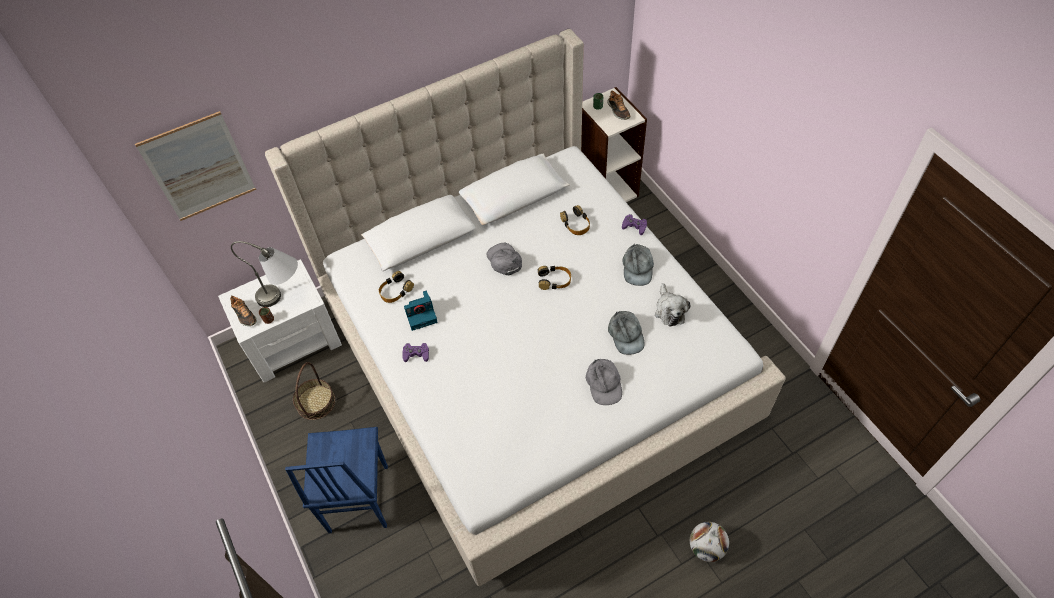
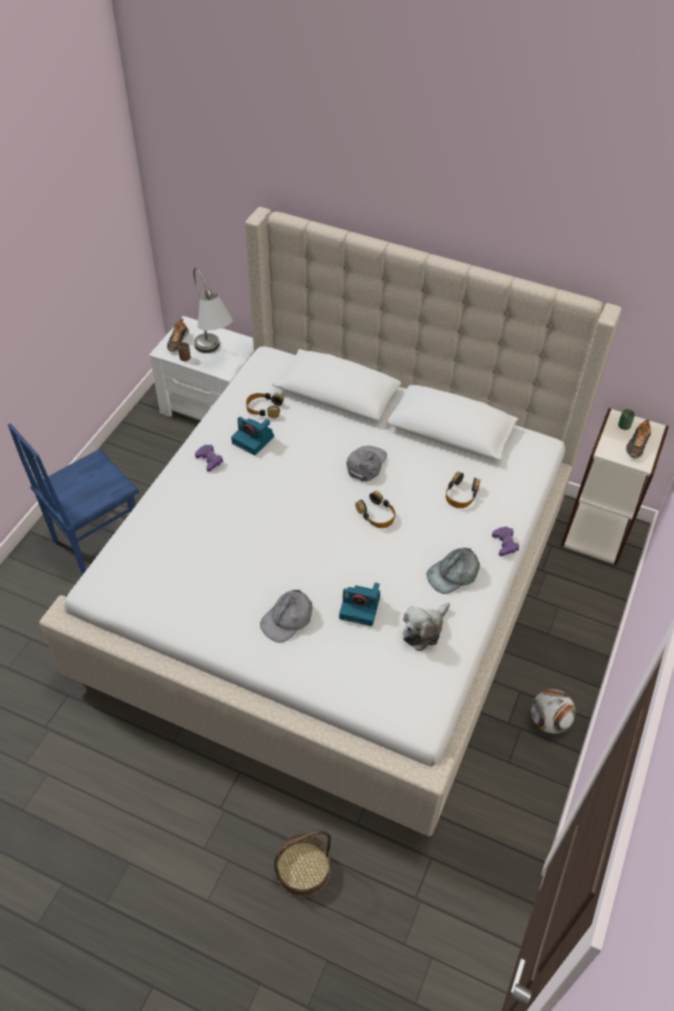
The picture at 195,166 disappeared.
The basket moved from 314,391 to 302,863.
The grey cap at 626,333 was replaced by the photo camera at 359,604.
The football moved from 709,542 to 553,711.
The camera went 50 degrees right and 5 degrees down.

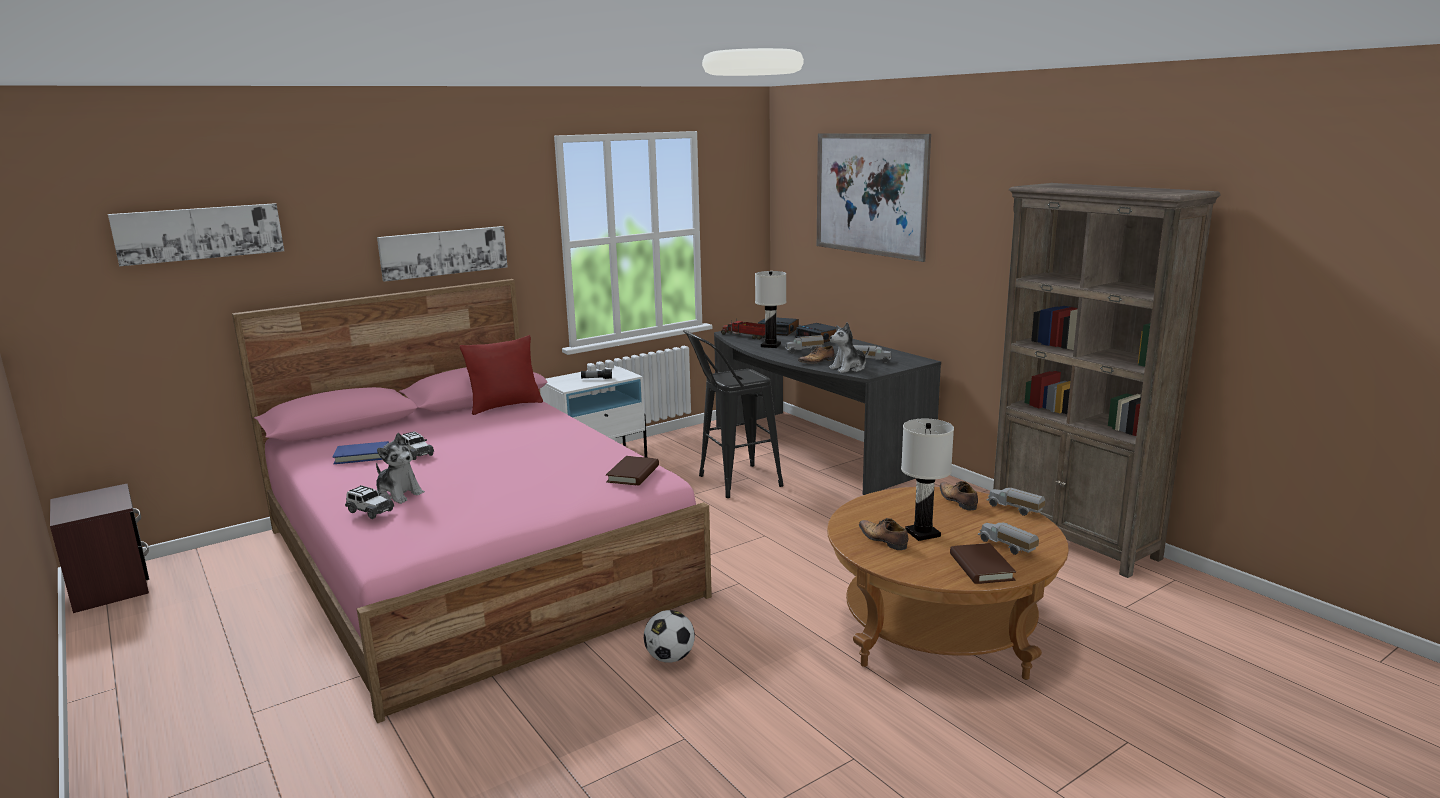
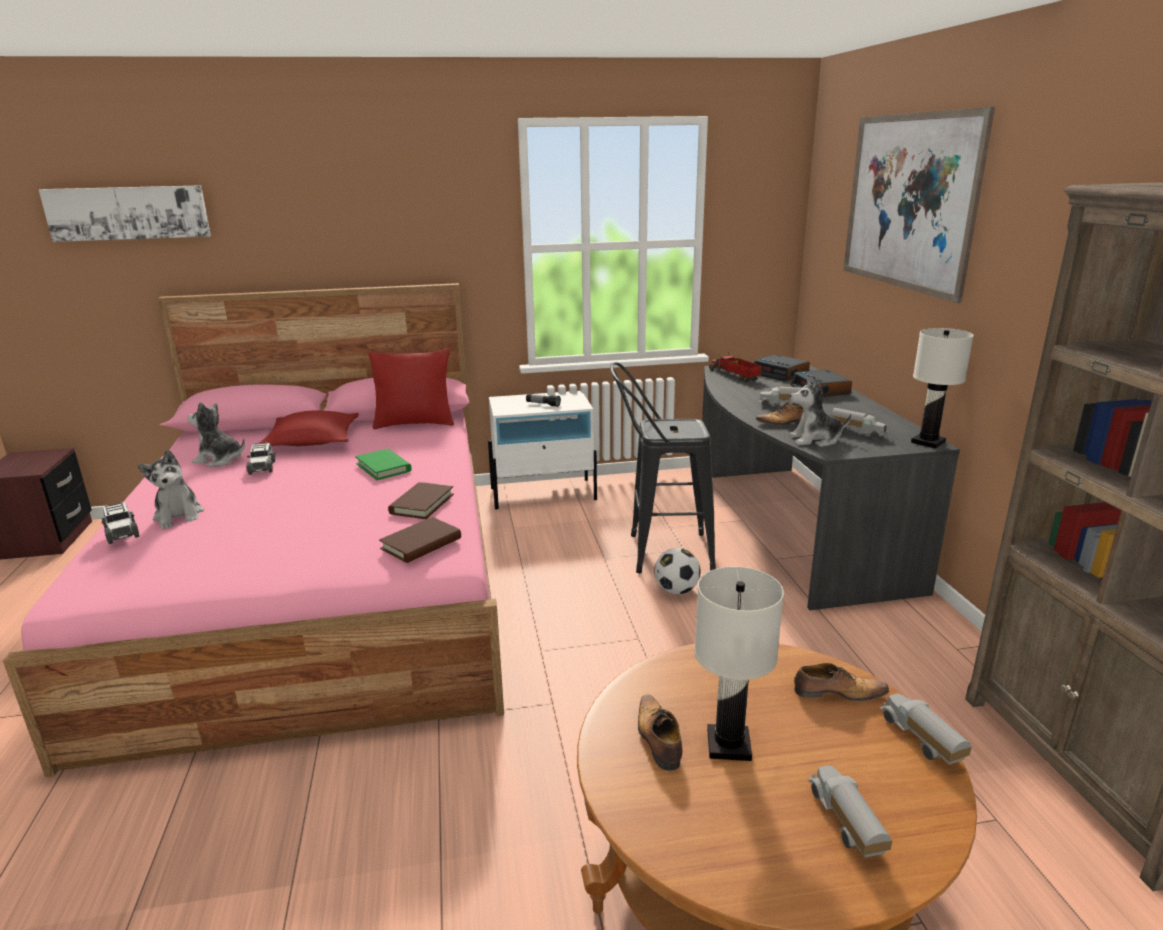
The blue book at 361,452 was replaced by the plush toy at 216,434.
The picture at 442,254 disappeared.
The football moved from 669,636 to 677,571.
The white table lamp moved from 770,309 to 942,388.
The shoe at 959,495 turned 90 degrees clockwise.
The brown book moved from 983,563 to 421,500.
The red pillow at 308,428 appeared.
The green book at 383,464 appeared.
The camera went 25 degrees right and 5 degrees up.

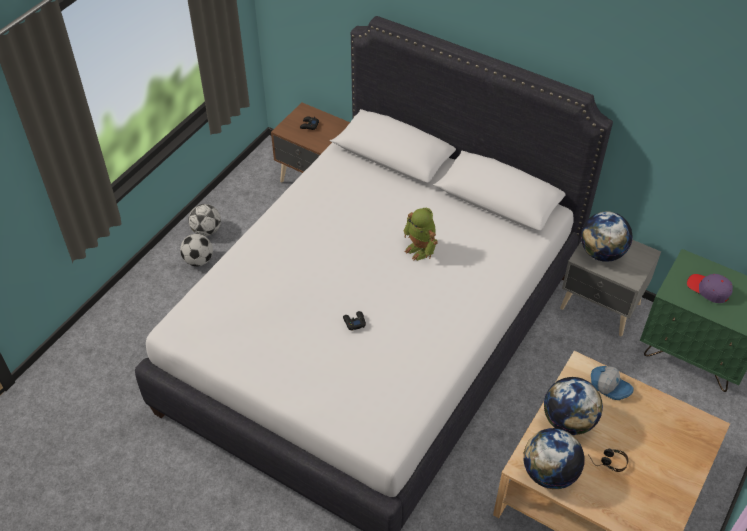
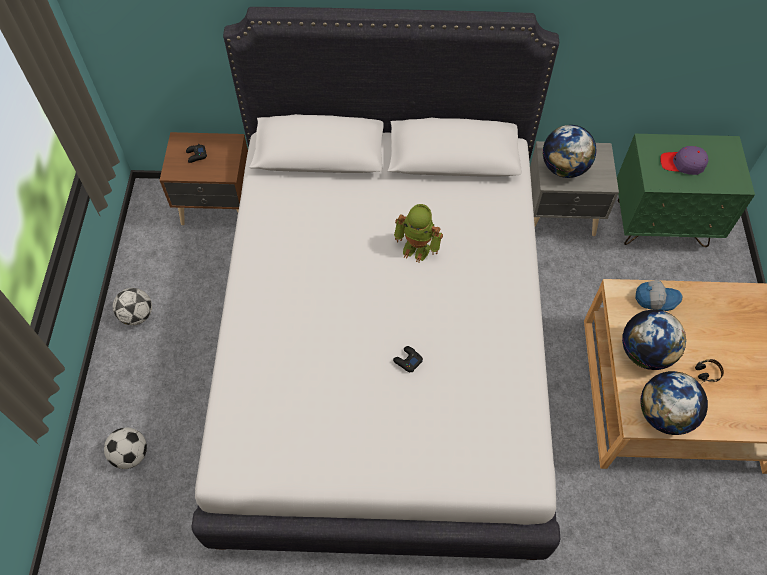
The football moved from 196,250 to 125,448.
The camera went 30 degrees left and 10 degrees up.

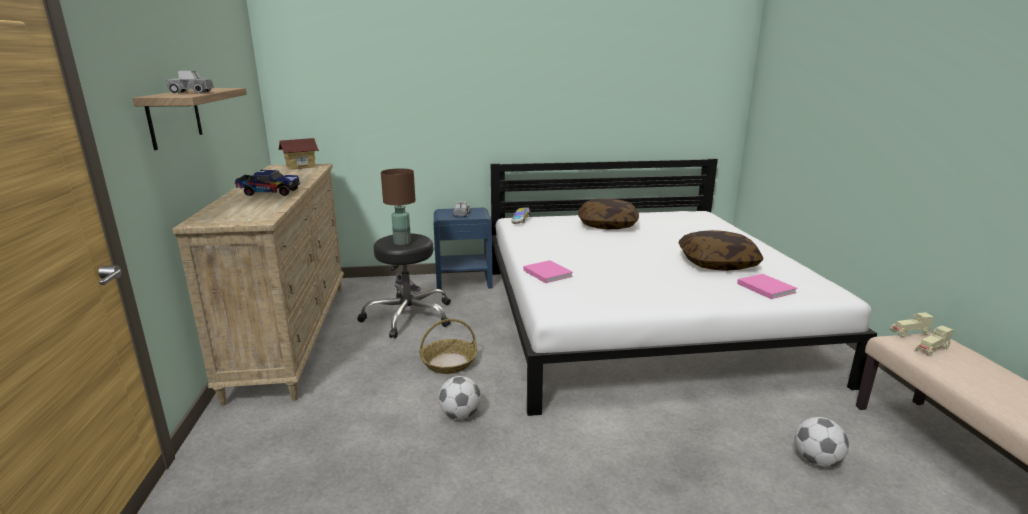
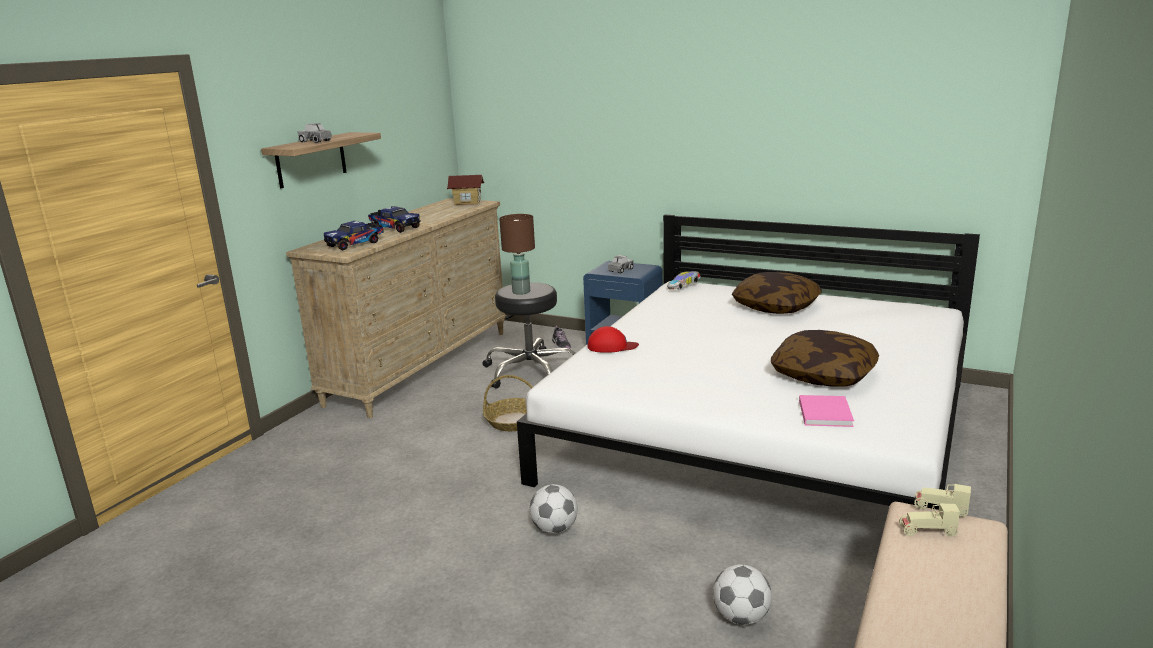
The football moved from 459,398 to 553,509.
The pink book at 548,271 was replaced by the red cap at 613,339.
The toy truck at 354,235 appeared.
The camera went 35 degrees right and 0 degrees up.

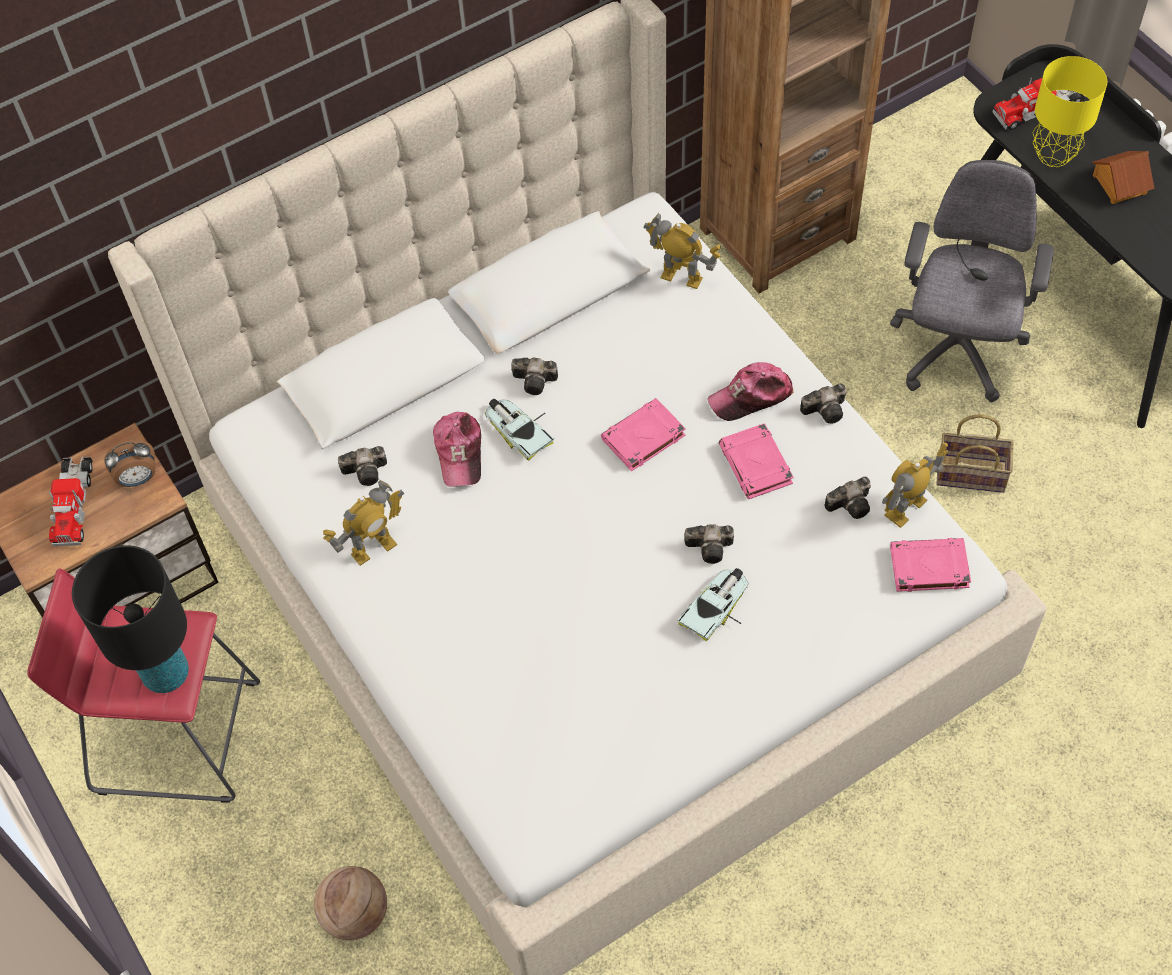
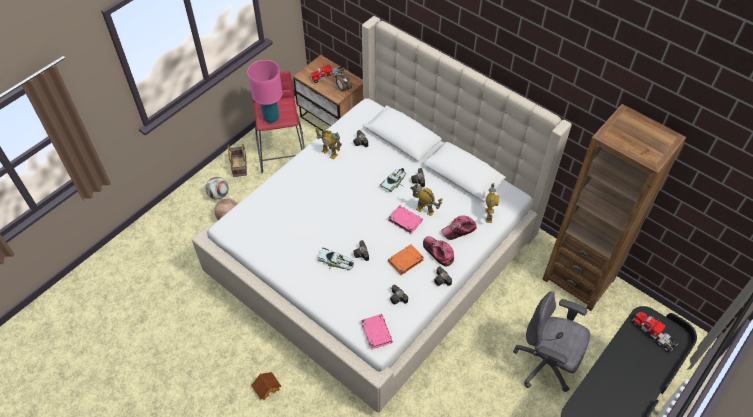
The black table lamp at 130,619 became the pink table lamp at 264,91.
The cap moved from 457,449 to 459,228.
The pink book at 756,461 became the orange book at 406,259.
The toy robot moved from 915,485 to 427,199.
The grey office chair at 972,281 turned 150 degrees counterclockwise.
The basket moved from 975,453 to 237,160.
The yellow table lamp at 1070,111 disappeared.
The toy house moved from 1123,177 to 266,386.
The football at 217,188 appeared.
The camera went 70 degrees right and 5 degrees down.

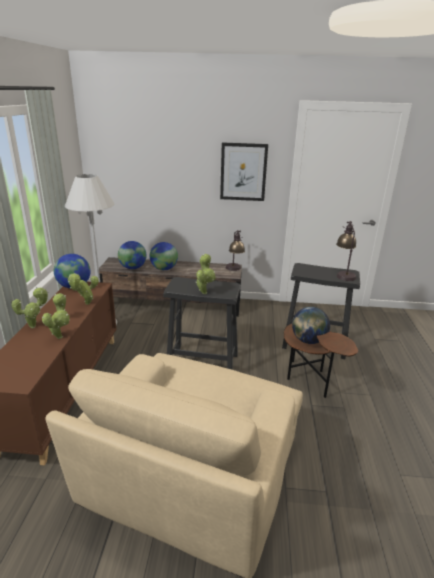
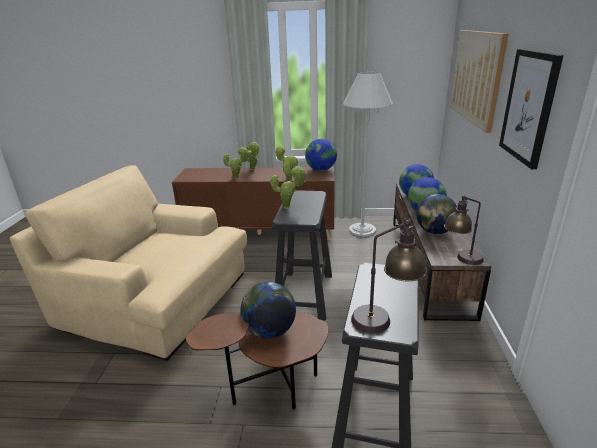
The globe at 436,214 appeared.
The picture at 479,81 appeared.
The camera went 90 degrees right and 0 degrees up.

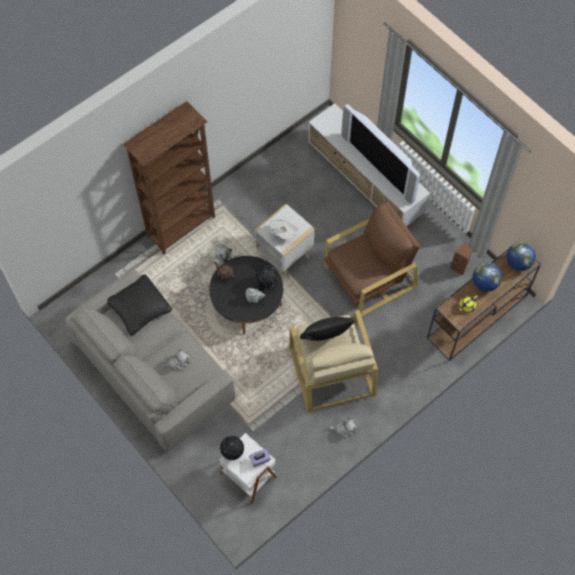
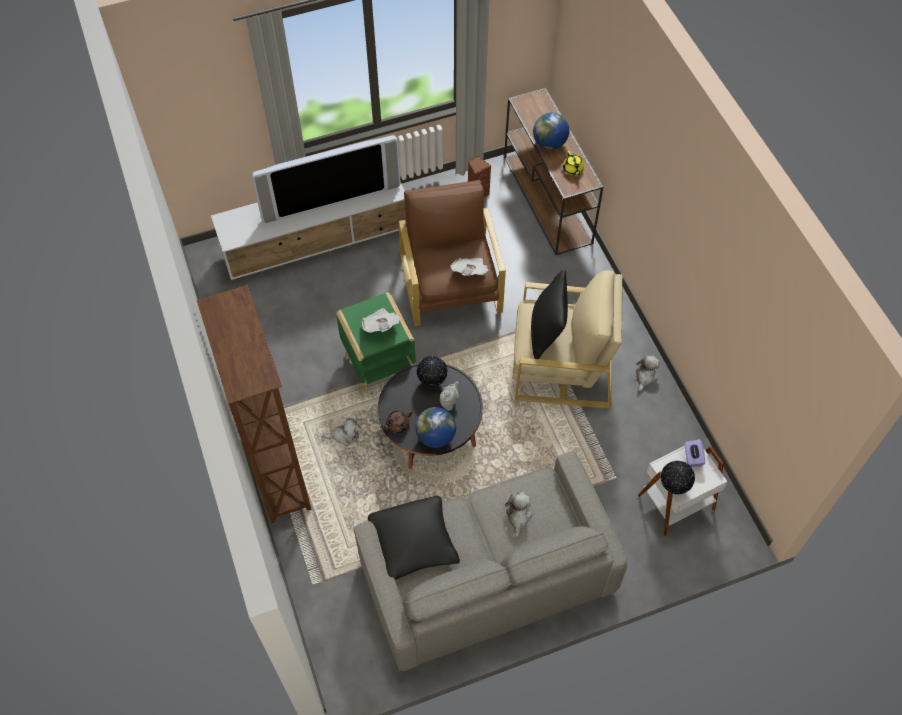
The white side table at 284,240 became the green side table at 376,342.
The globe moved from 521,256 to 436,427.
The newspaper at 469,266 appeared.
The camera went 70 degrees left and 5 degrees down.

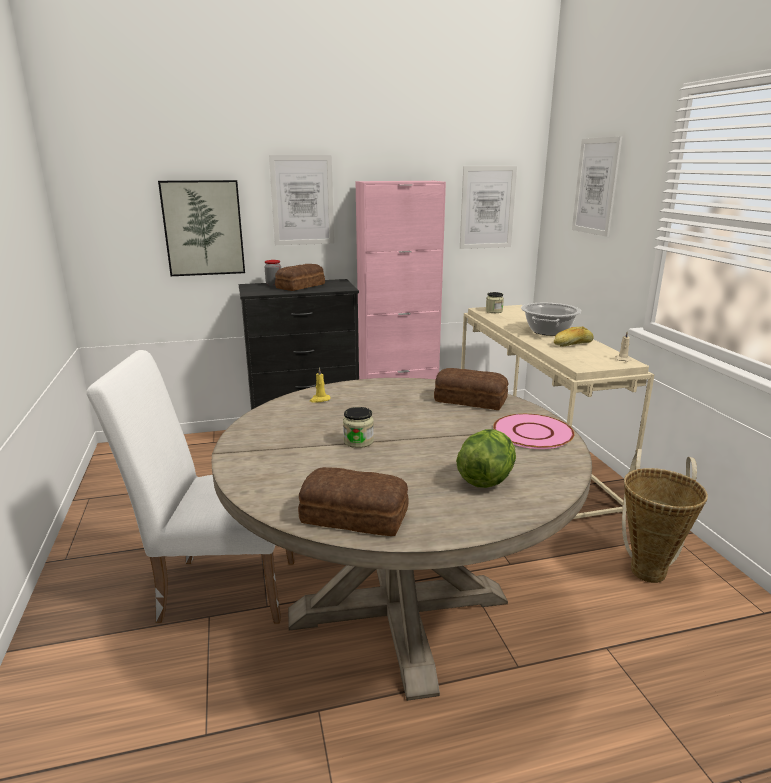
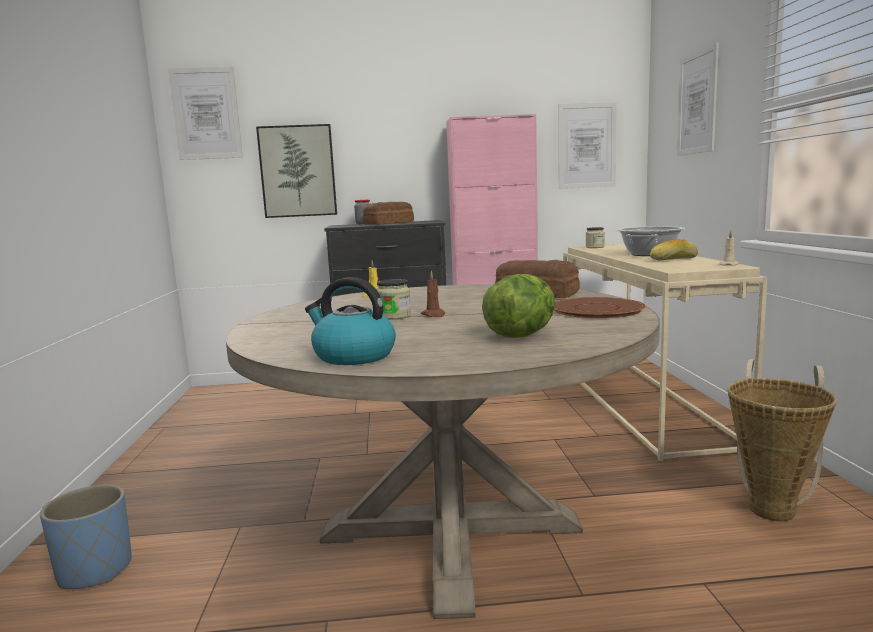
The white chair at 191,486 disappeared.
The picture moved from 301,200 to 205,113.
The bread at 353,501 was replaced by the kettle at 350,321.
The pink plate at 533,431 became the brown plate at 600,307.
The blue planter at 86,537 appeared.
The brown candle at 433,293 appeared.
The camera went 10 degrees right and 10 degrees down.

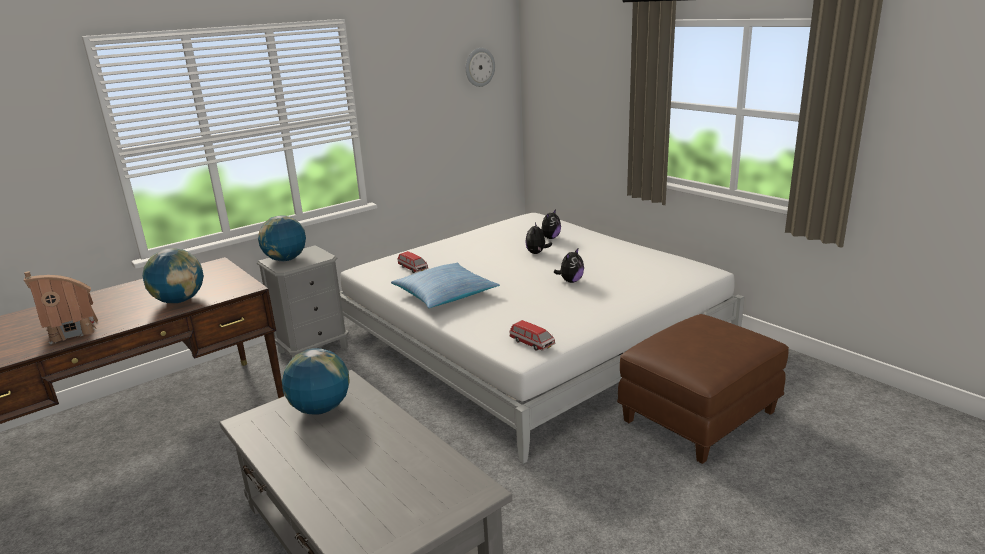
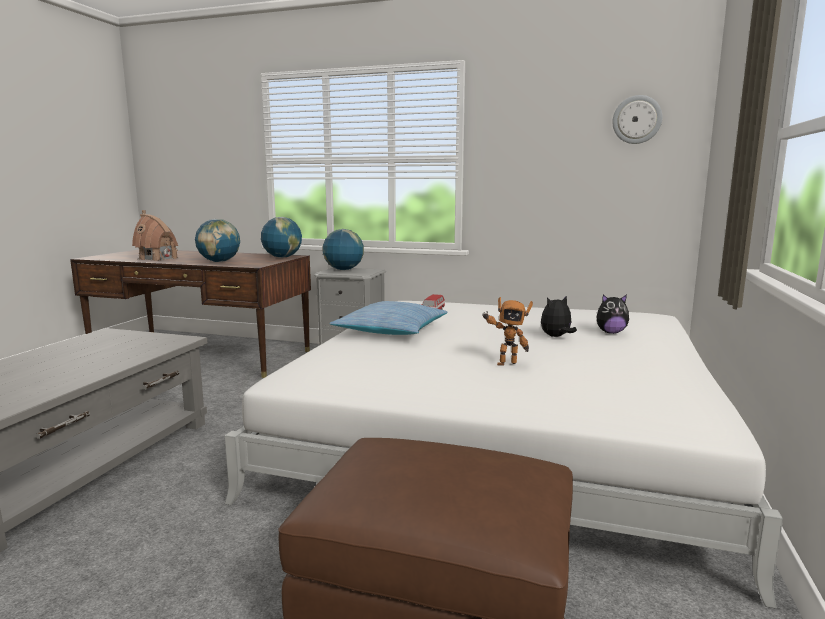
The globe moved from 316,381 to 281,237.
The toy car at 533,335 disappeared.
The plush toy at 569,265 was replaced by the toy robot at 507,331.
The camera went 55 degrees right and 10 degrees down.

